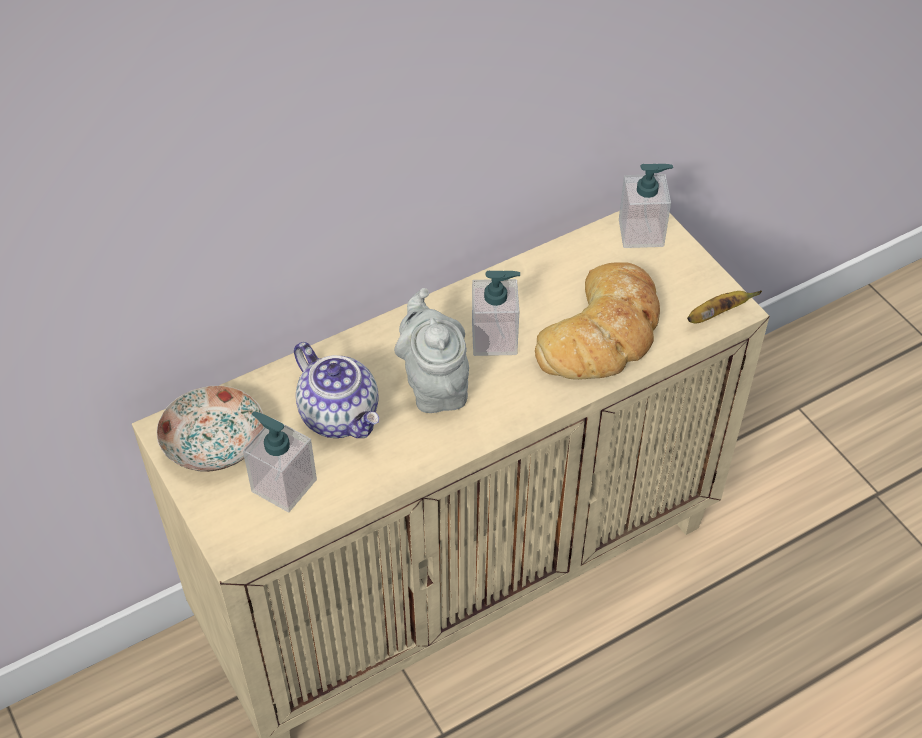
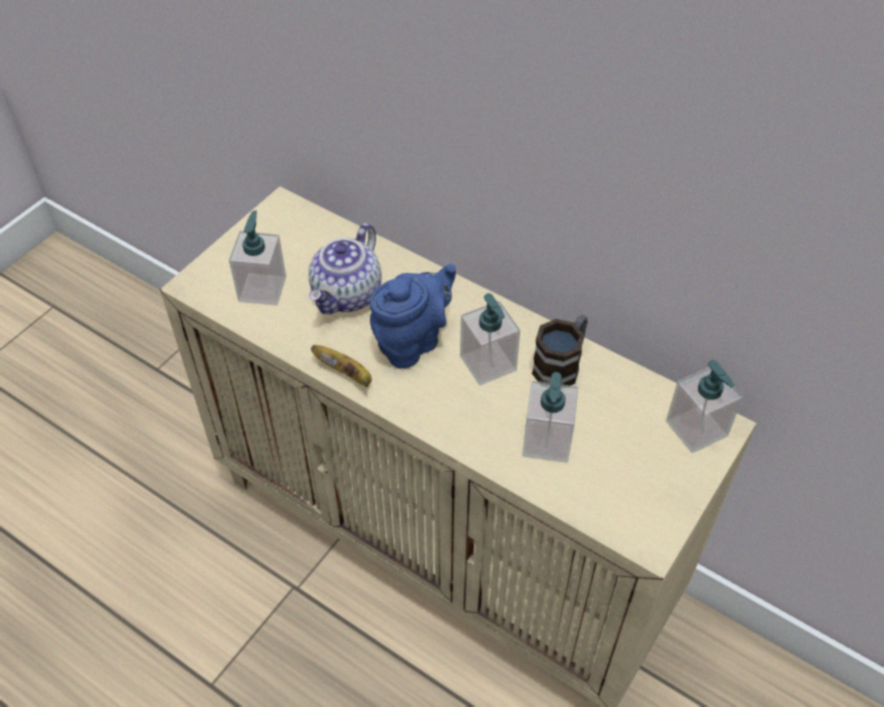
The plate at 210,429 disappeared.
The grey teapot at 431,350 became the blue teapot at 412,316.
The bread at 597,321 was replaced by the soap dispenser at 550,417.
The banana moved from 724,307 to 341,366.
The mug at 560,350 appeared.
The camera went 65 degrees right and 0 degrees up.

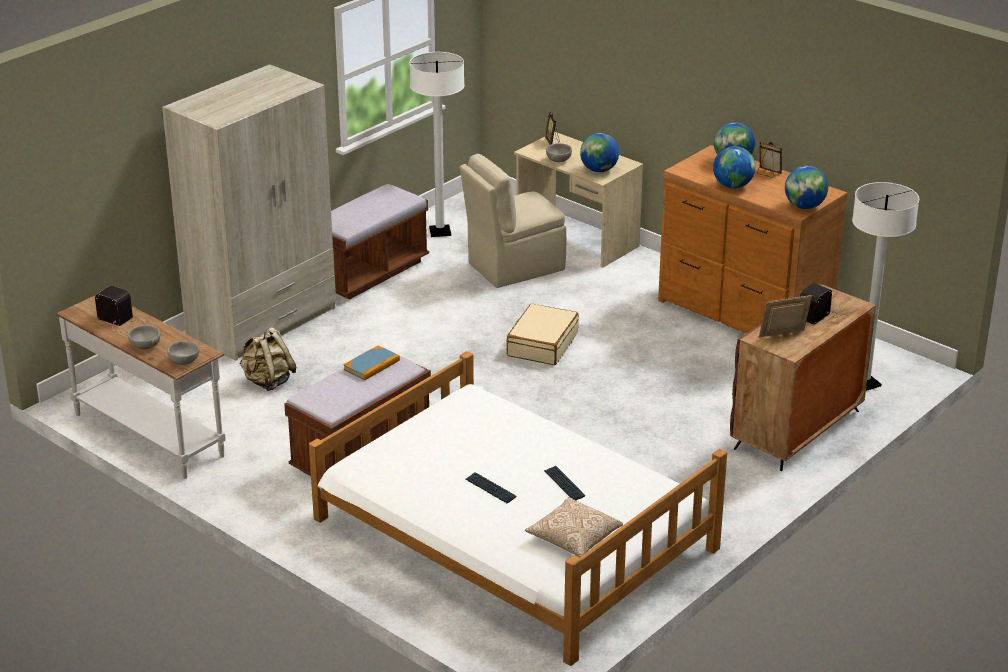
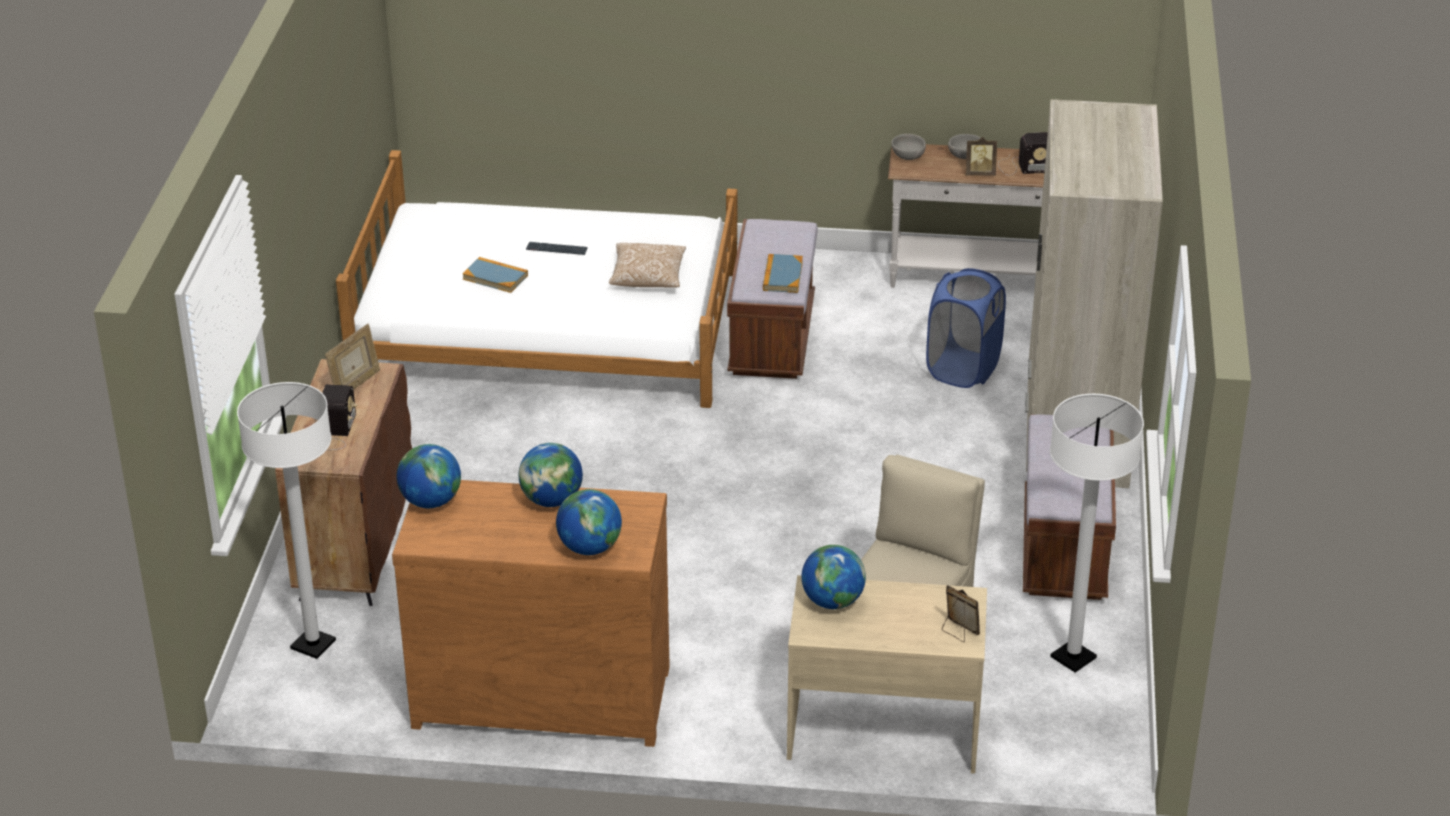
The beige backpack at 267,359 was replaced by the blue laundry basket at 966,328.
The beige suitcase at 543,334 disappeared.
The pillow moved from 574,527 to 647,265.
The keyboard at 564,483 was replaced by the book at 495,275.
The grey bowl at 559,152 disappeared.
The picture frame moved from 769,160 to 981,156.
The camera went 145 degrees right and 5 degrees up.

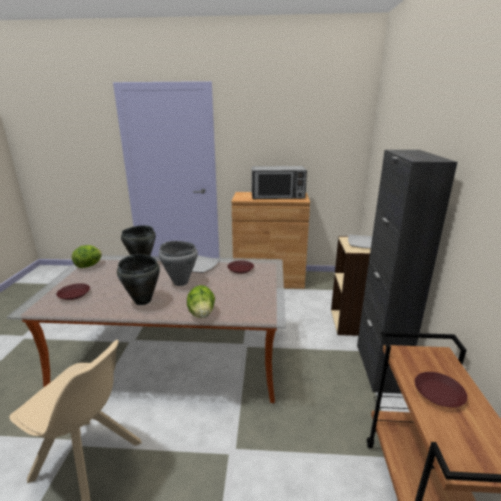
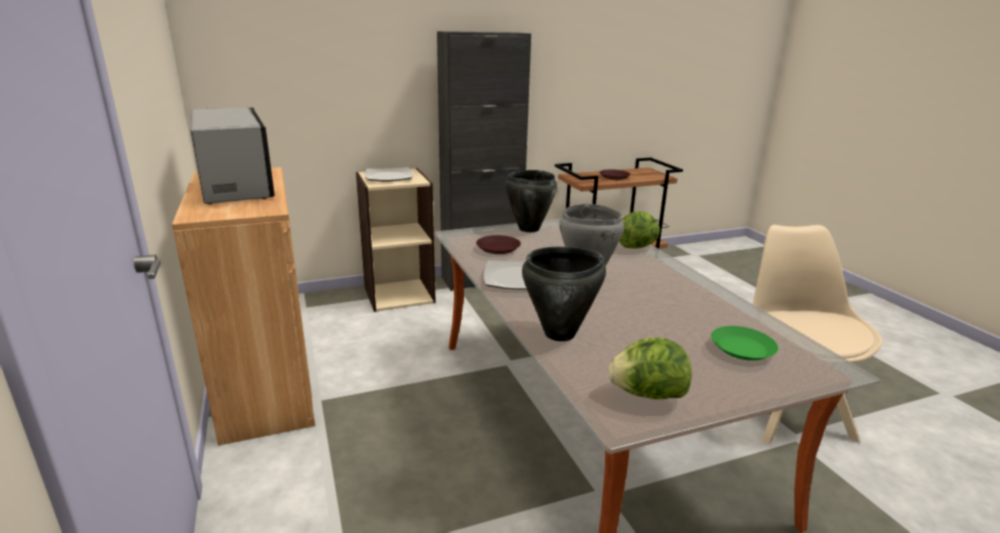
The brown plate at 73,292 became the green plate at 744,343.
The black cooking pot moved from 138,279 to 531,201.
The camera went 115 degrees left and 0 degrees up.

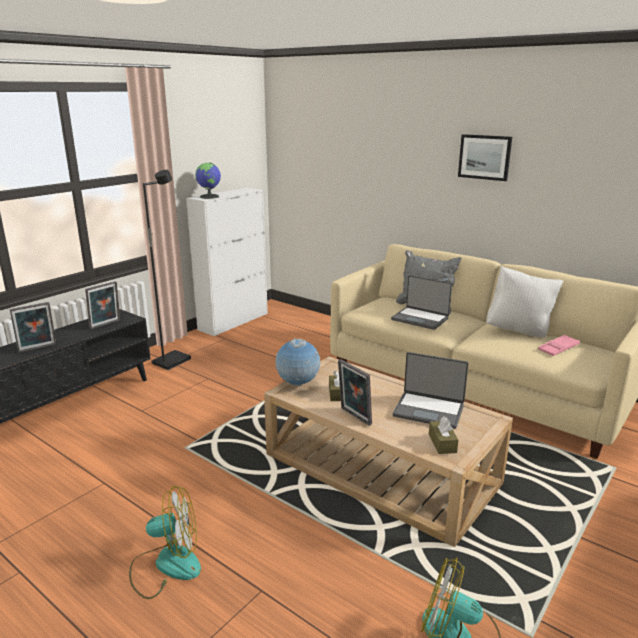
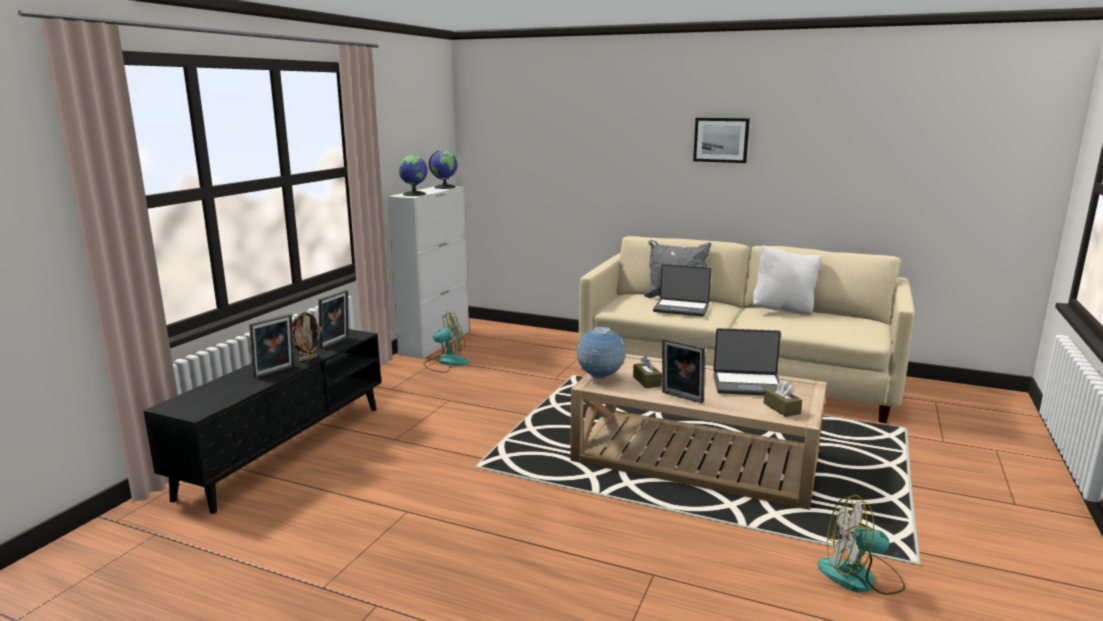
The fan moved from 165,542 to 446,341.
The black floor lamp at 167,270 disappeared.
The pink tray at 559,345 disappeared.
The picture frame at 307,336 appeared.
The globe at 443,170 appeared.
The camera went 15 degrees left and 5 degrees down.

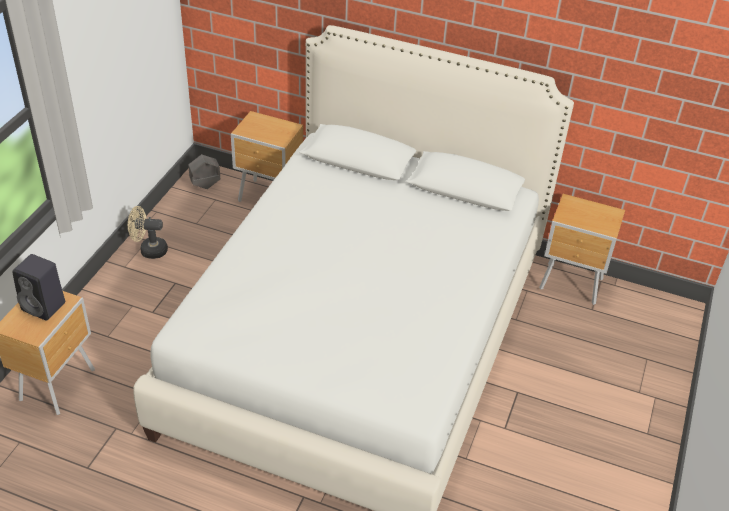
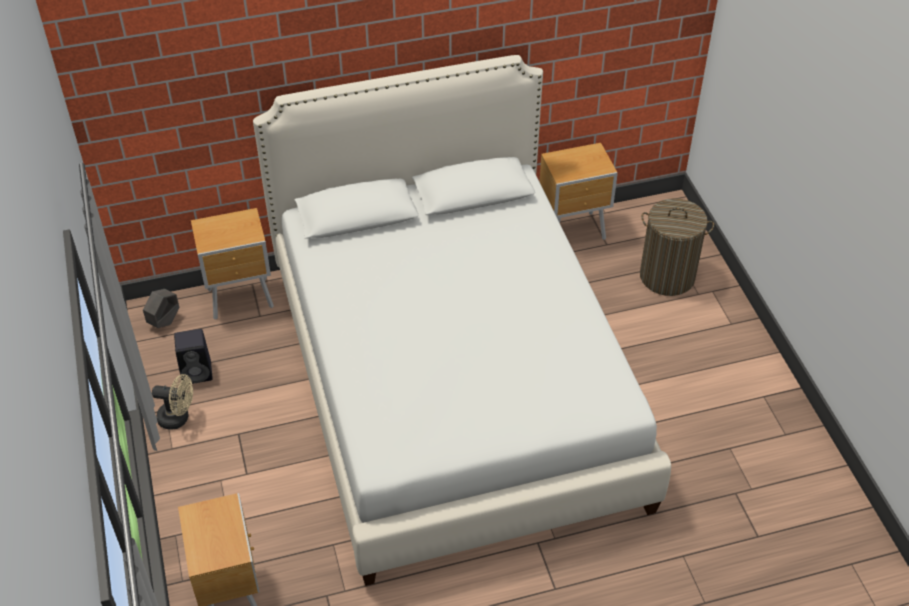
The black speaker moved from 38,287 to 193,356.
The beige fan at 148,232 turned 135 degrees counterclockwise.
The laundry basket at 677,247 appeared.
The camera went 35 degrees left and 5 degrees up.

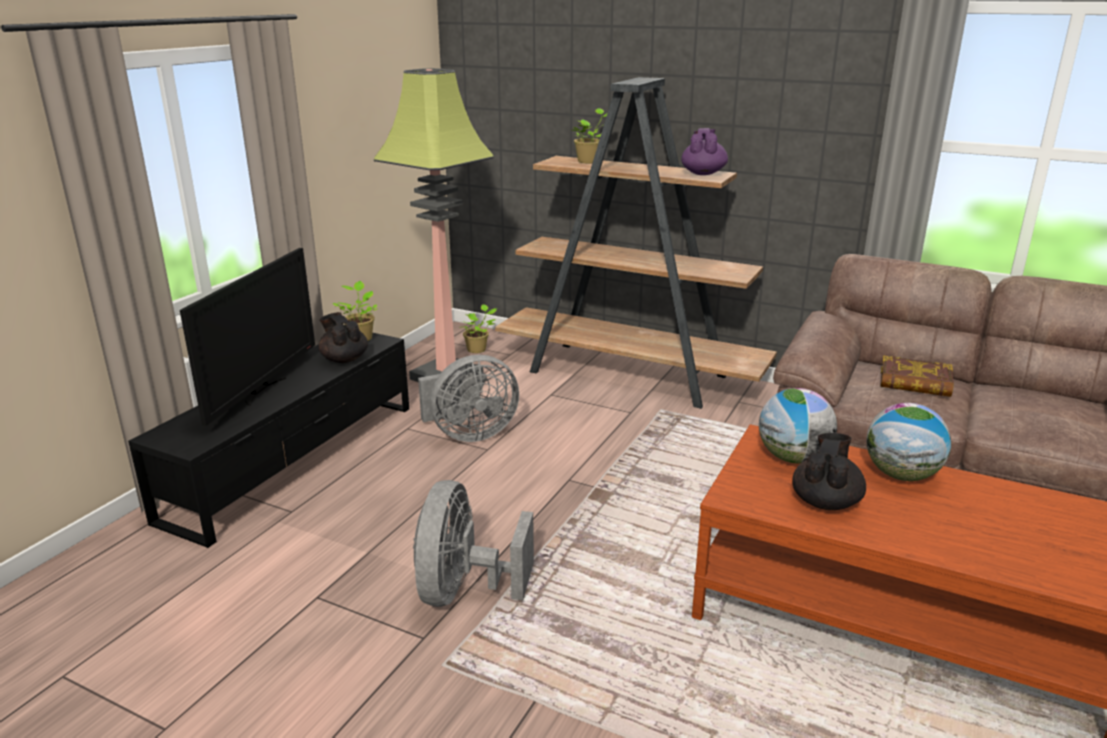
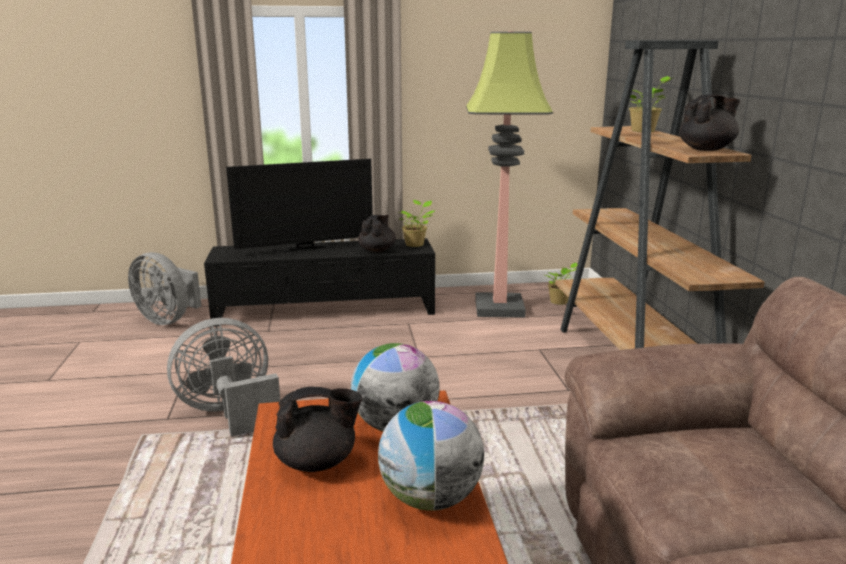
The grey fan moved from 468,398 to 165,288.
The purple teapot at 704,151 became the black teapot at 709,122.
The book at 917,376 disappeared.
The camera went 55 degrees right and 5 degrees down.

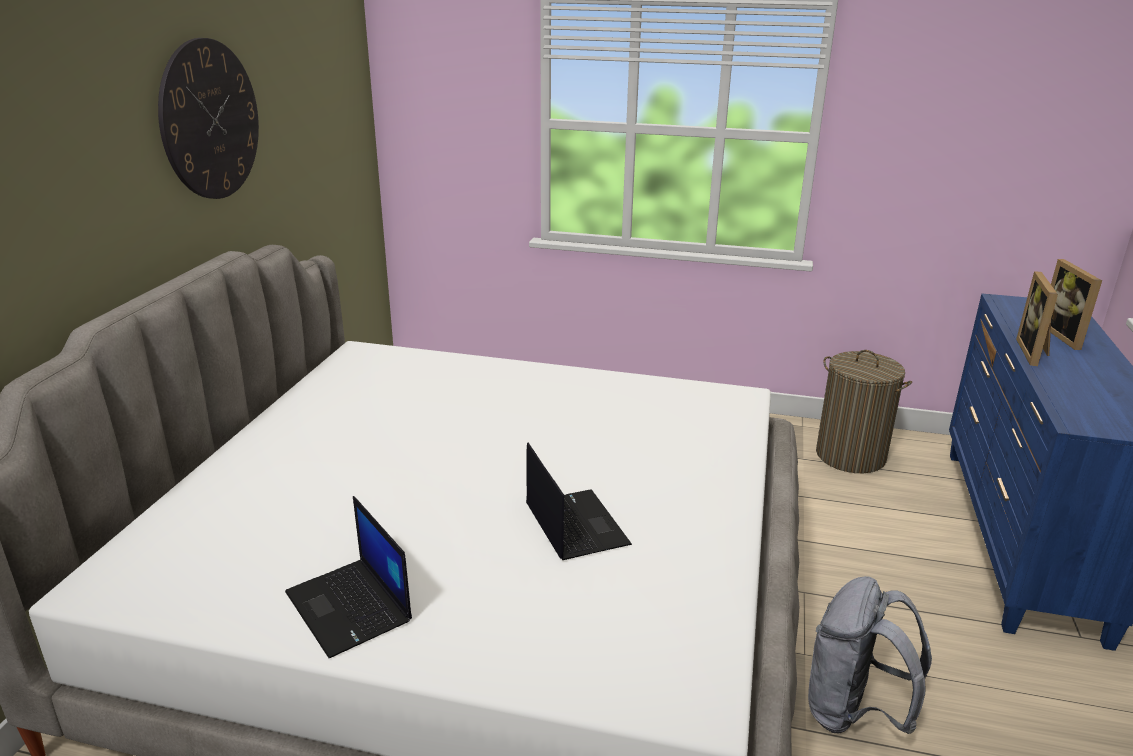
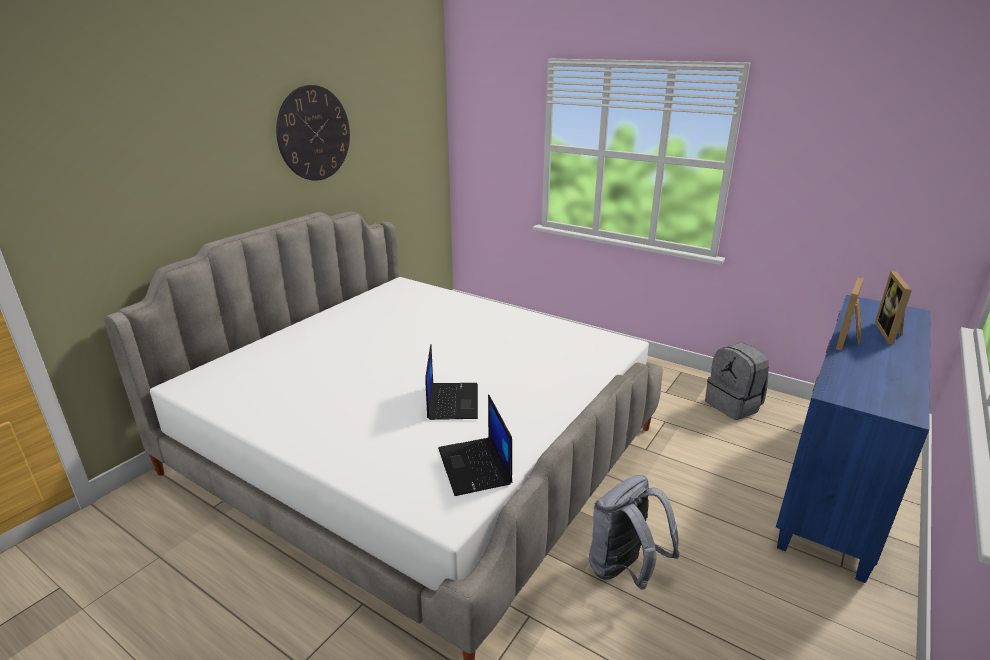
The laptop moved from 348,577 to 475,445.
The laundry basket at 864,411 was replaced by the grey backpack at 737,381.
The camera went 20 degrees right and 0 degrees up.

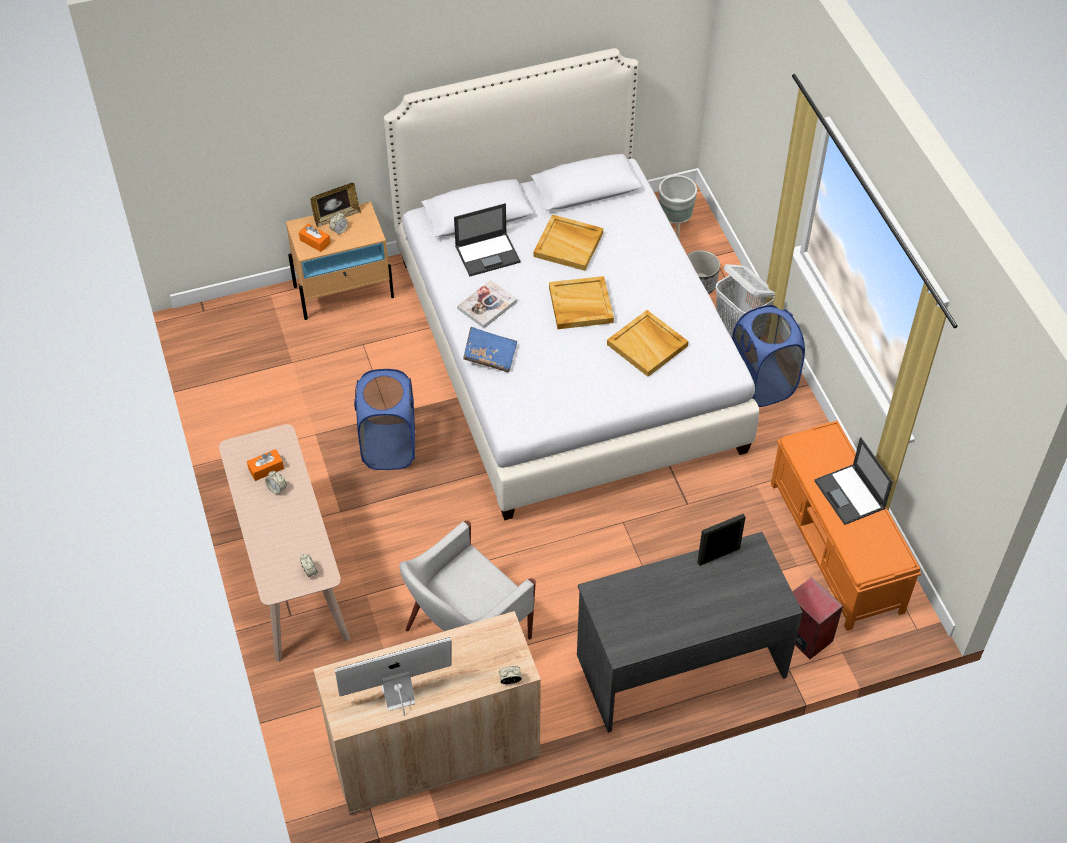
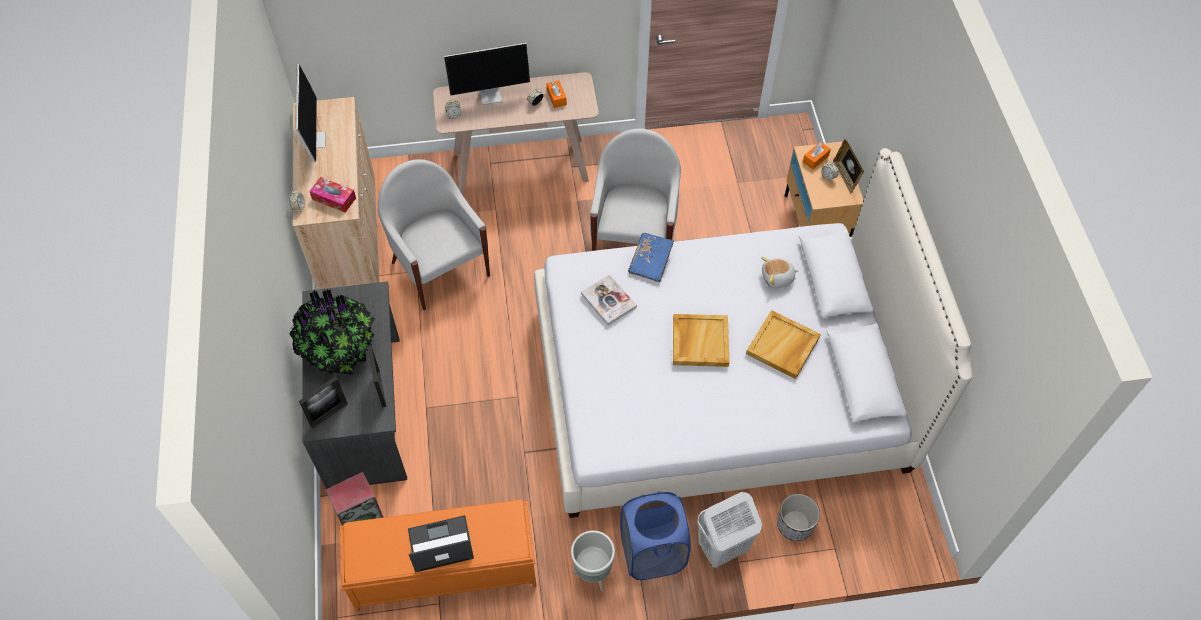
The blue laundry basket at 384,419 was replaced by the white armchair at 635,190.
The laptop at 487,239 was replaced by the plush toy at 780,272.
The book moved from 487,304 to 609,299.
The beige tray at 647,343 disappeared.
The grey planter moved from 678,207 to 593,560.
The potted plant at 332,332 appeared.
The picture frame at 323,402 appeared.
The tissue box at 332,195 appeared.
The monitor at 487,73 appeared.
The camera went 100 degrees right and 5 degrees up.

